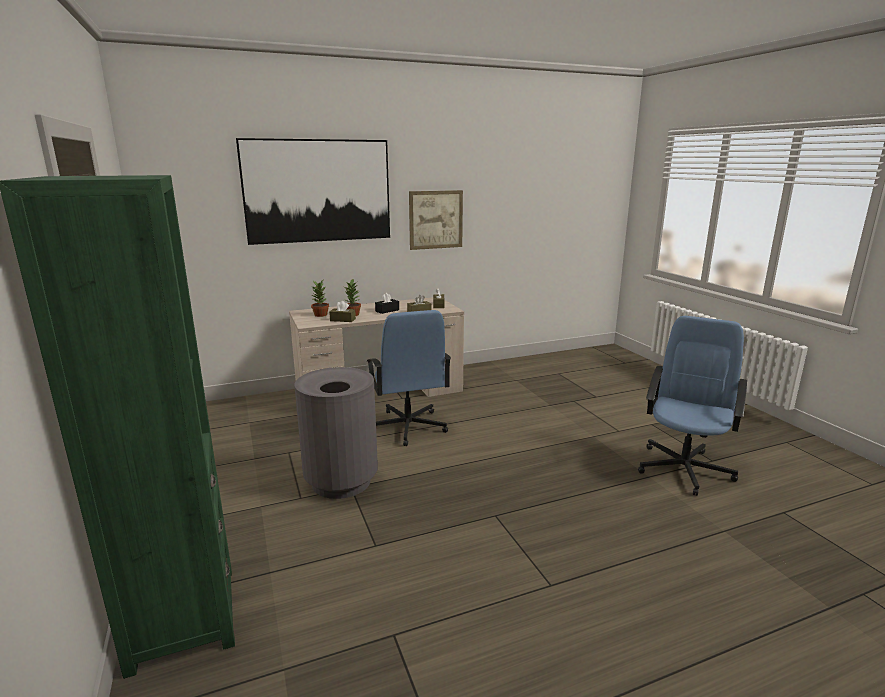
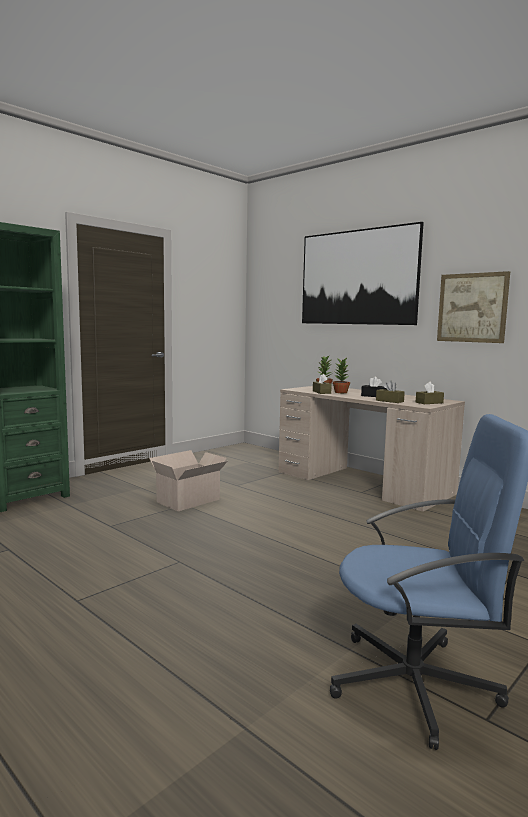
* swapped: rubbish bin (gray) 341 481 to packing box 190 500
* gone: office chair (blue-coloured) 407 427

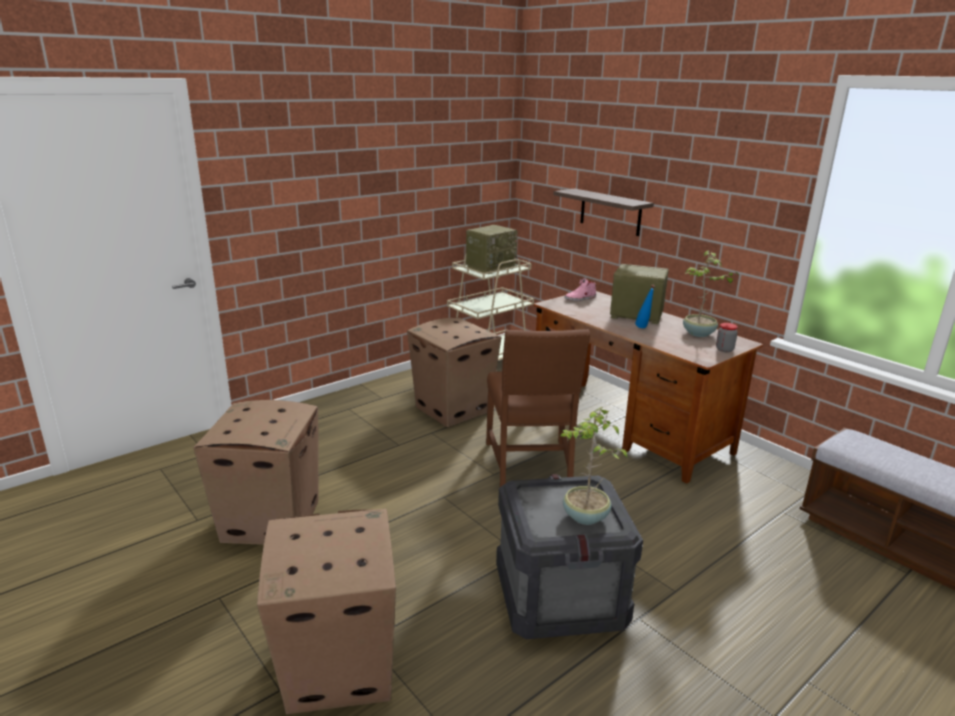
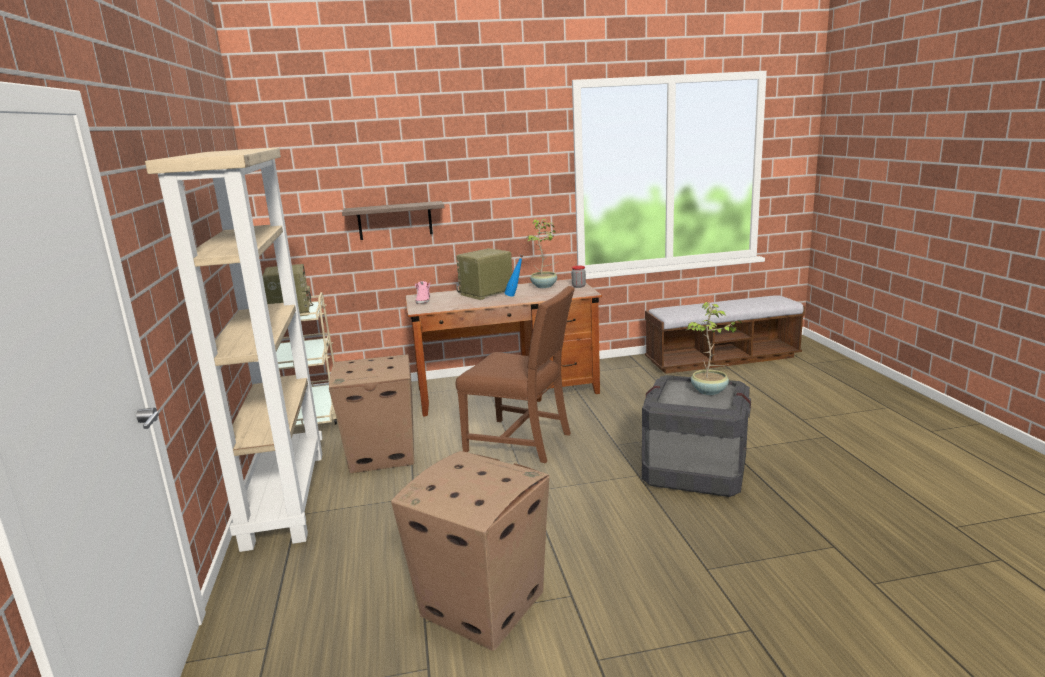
* new: bookcase (beige-coloured) 284 496
* gone: packing box 336 666

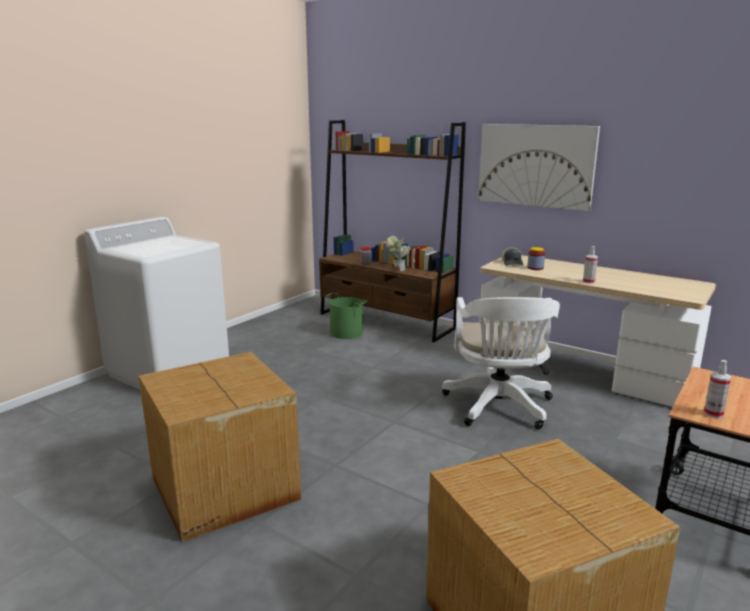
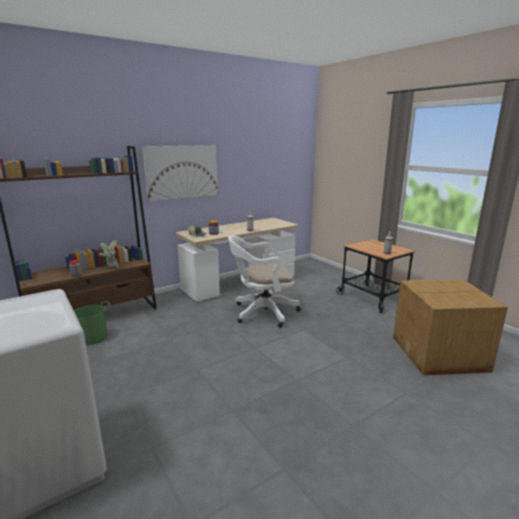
* rotated: office chair (white-coloured) 499 408 = 262 312 150 degrees clockwise
* gone: packing box 223 489

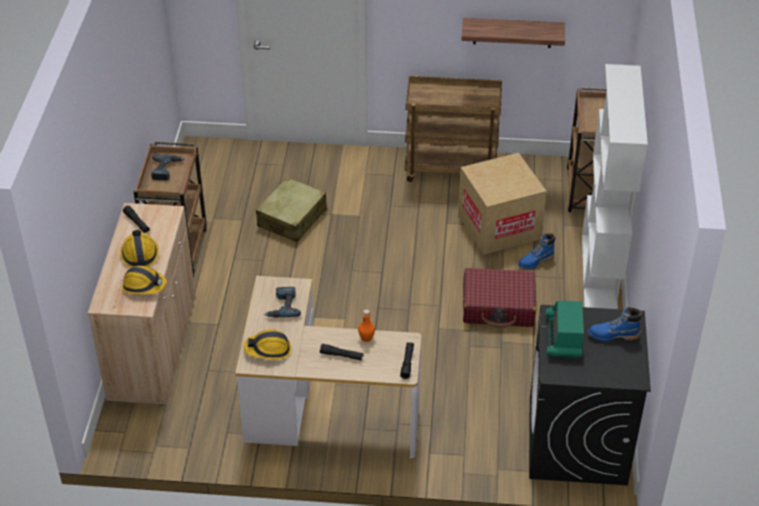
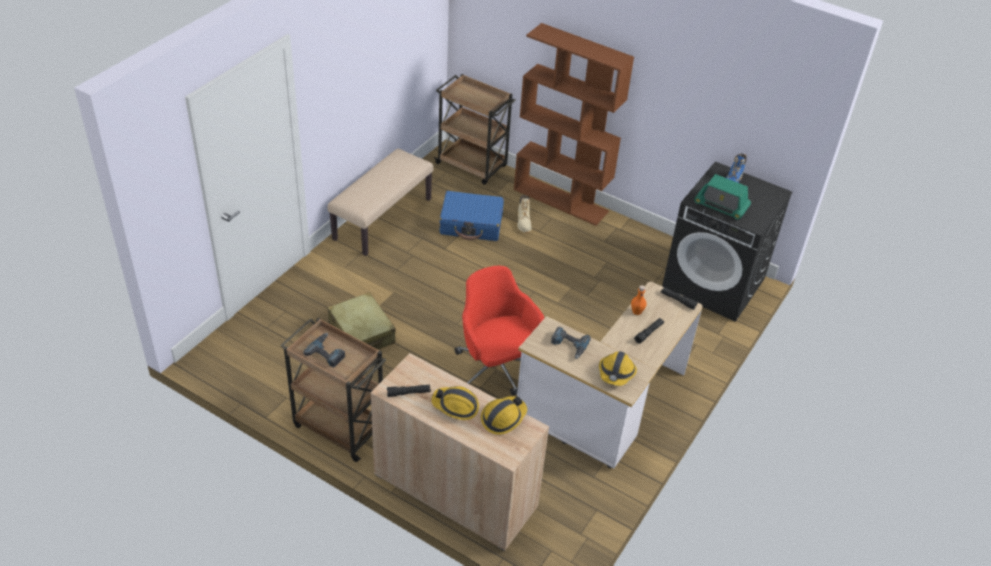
* swapped: trolley (brownish) 451 168 to indoor bench (beige-coloured) 382 218
* swapped: packing box 499 226 to suitcase (blue-coloured) 471 224
* new: office chair (reddish) 496 369
* repainted: bookcase (white-coloured) 600 275 to bookcase (brownish) 561 200
* repainted: tall boot (blue-coloured) 535 261 to tall boot (beige-coloured) 524 223
* gone: wall shelf 512 32
* gone: suitcase (reddish) 498 306

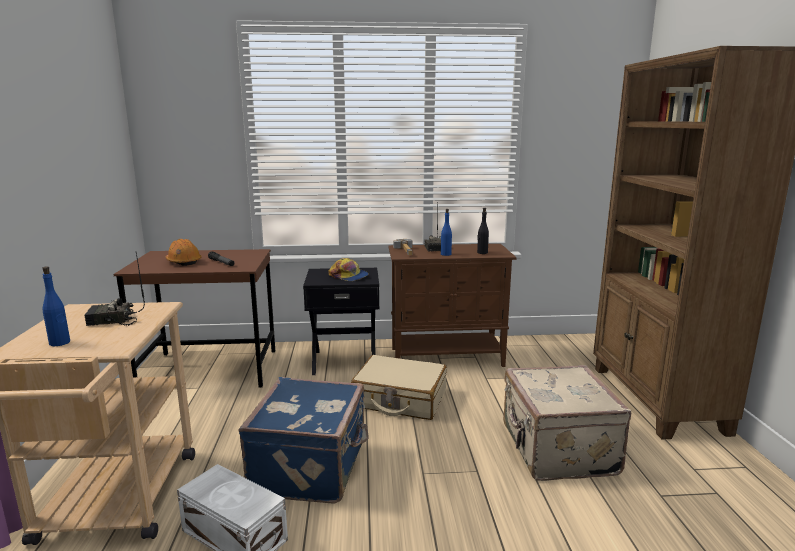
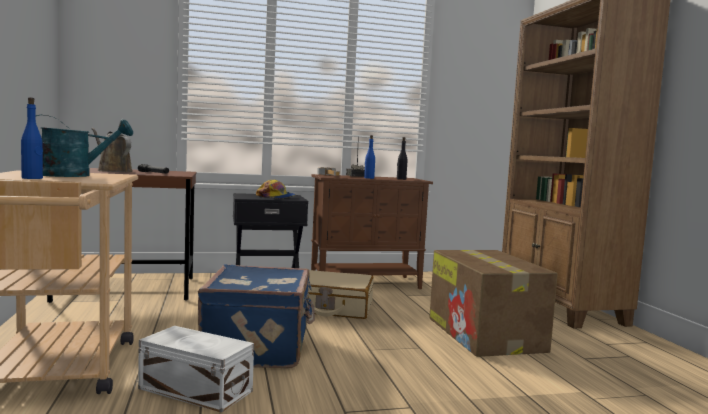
* swapped: radio set 112 321 to sprinkling can (turquoise) 75 175
* swapped: safety helmet (orange-coloured) 183 262 to sprinkling can (brownish) 113 171
* swapped: suitcase (beige-coloured) 556 450 to packing box 486 335

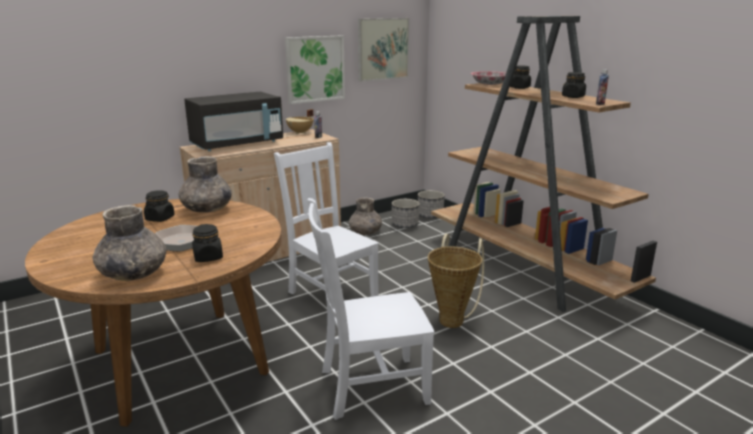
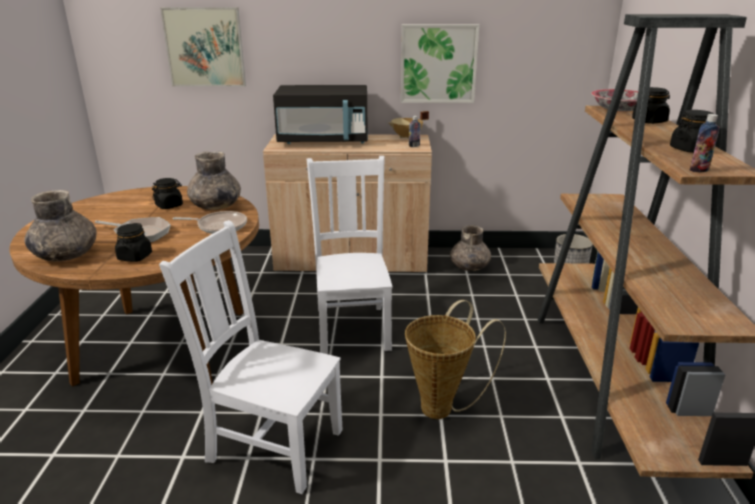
* shifted: wall picture 383 49 to 204 47
* new: pan 219 226
* gone: planter 405 225

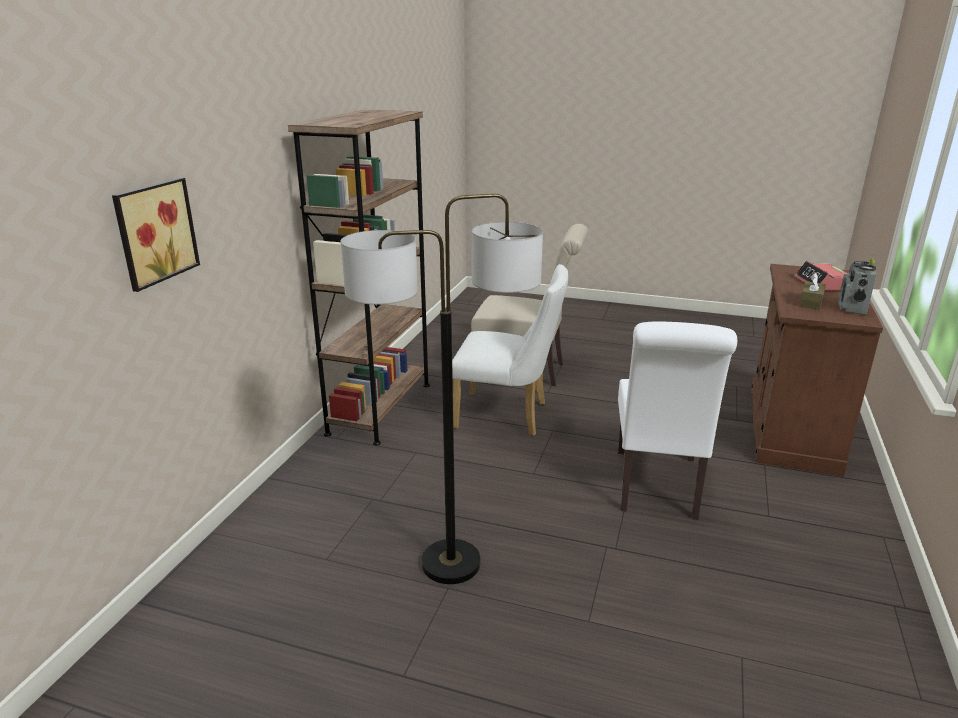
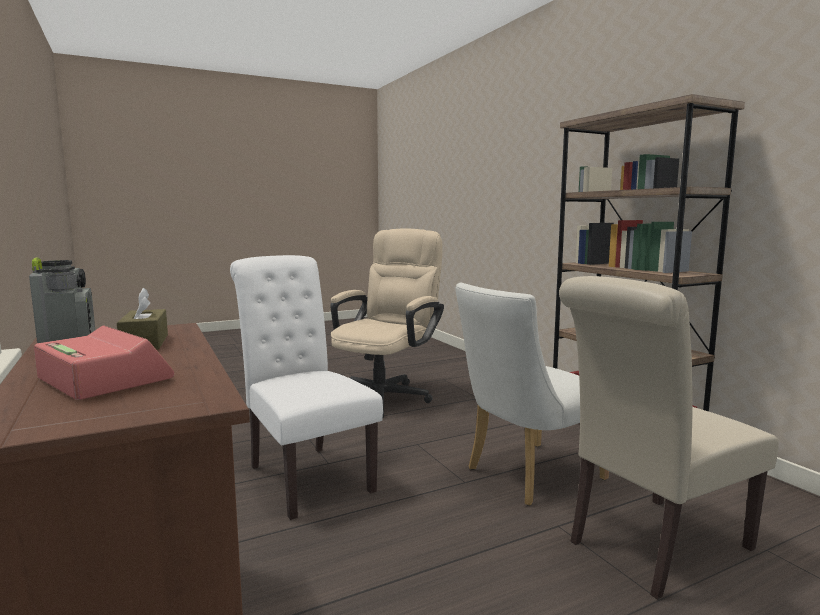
* swapped: standing lamp 450 563 to office chair (beige-coloured) 386 395
* gone: wall picture 153 232

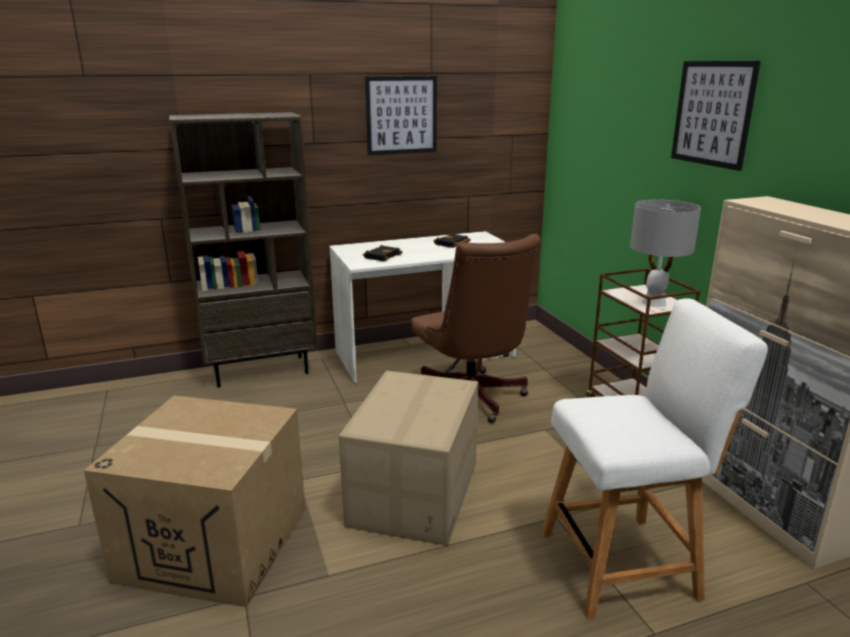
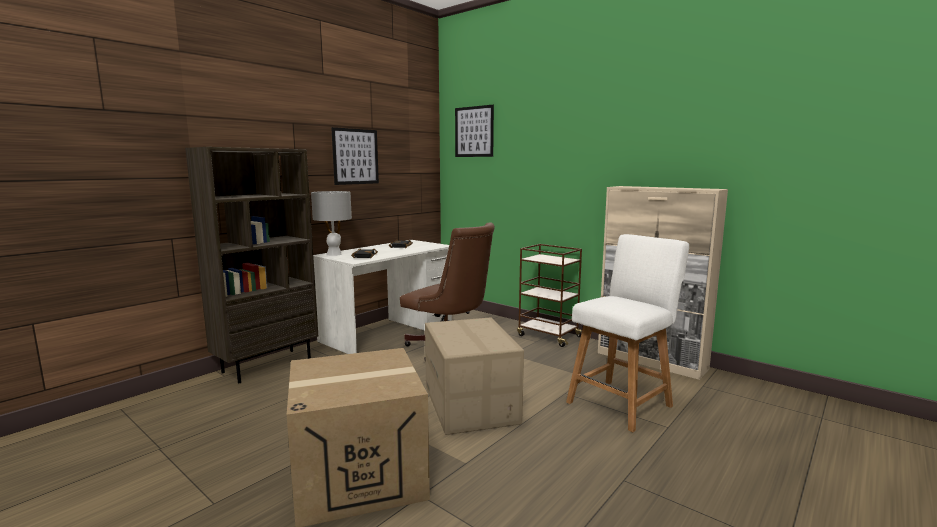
* shifted: tabletop lamp (gray) 654 302 to 334 254
* shifted: wall picture 712 113 to 474 131

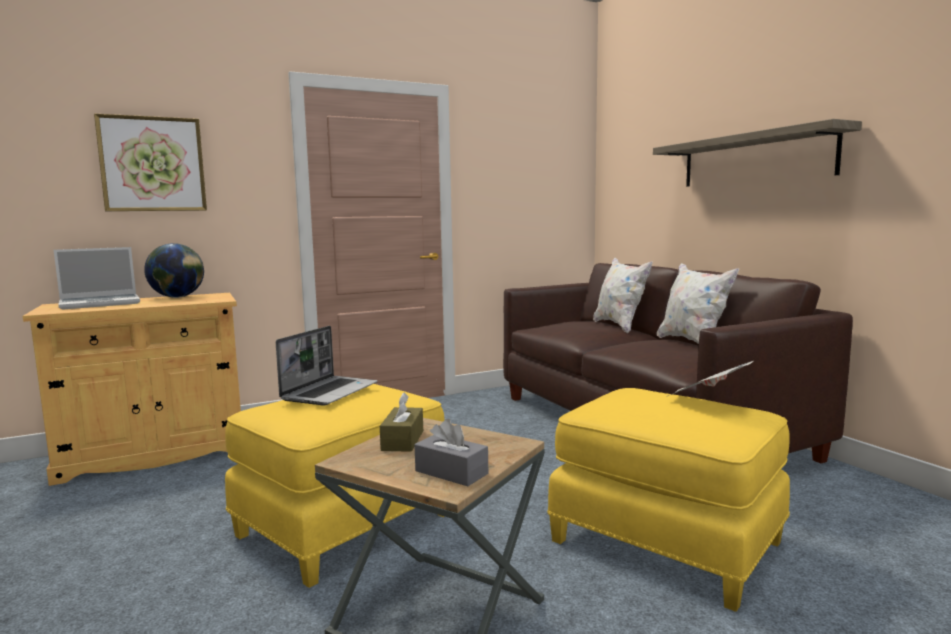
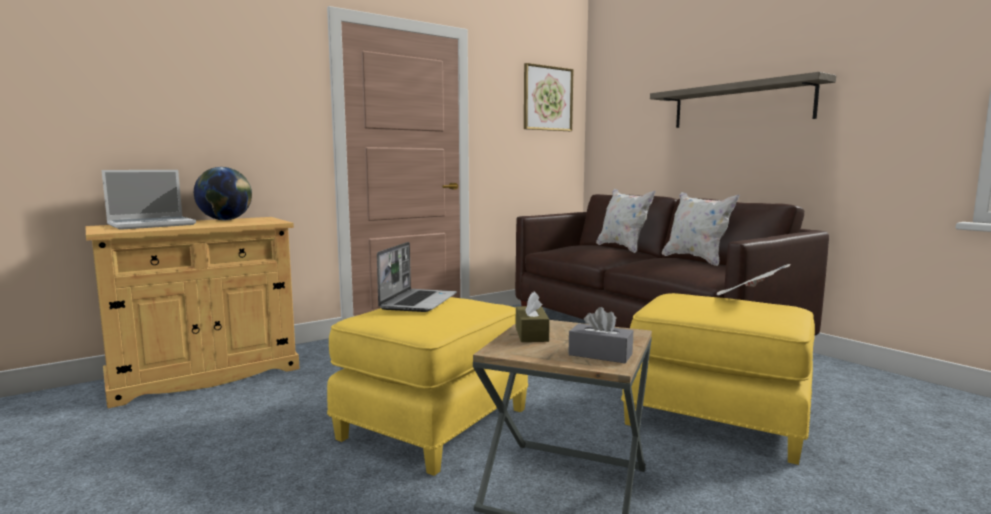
* shifted: wall picture 153 164 to 547 98

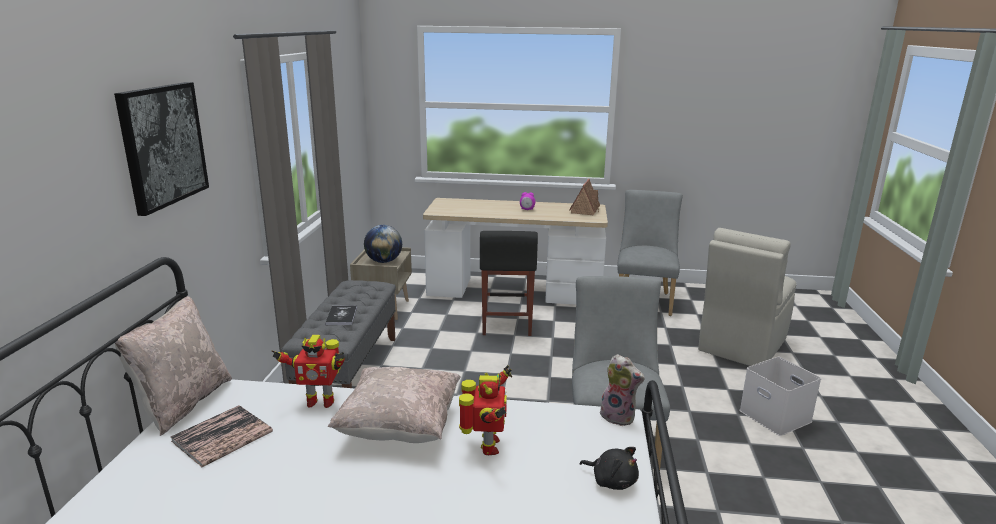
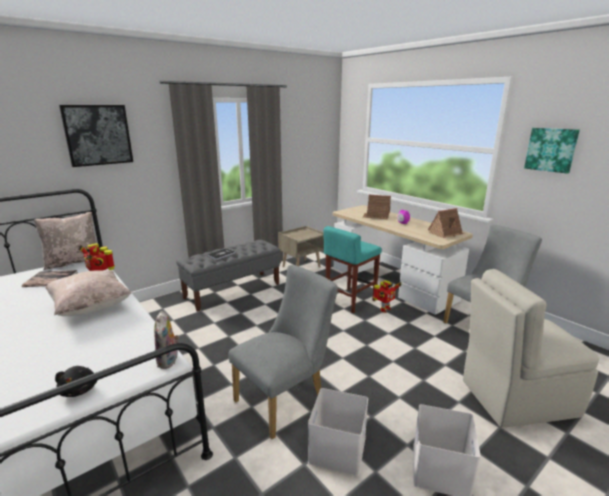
* new: storage container (white-coloured) 338 450
* repainted: stool seat (black-coloured) 506 324 to stool seat (turquoise) 350 300
* new: toy house 376 216
* shifted: model robot 487 446 to 384 309
* new: wall picture 551 149
* gone: desk globe 384 261

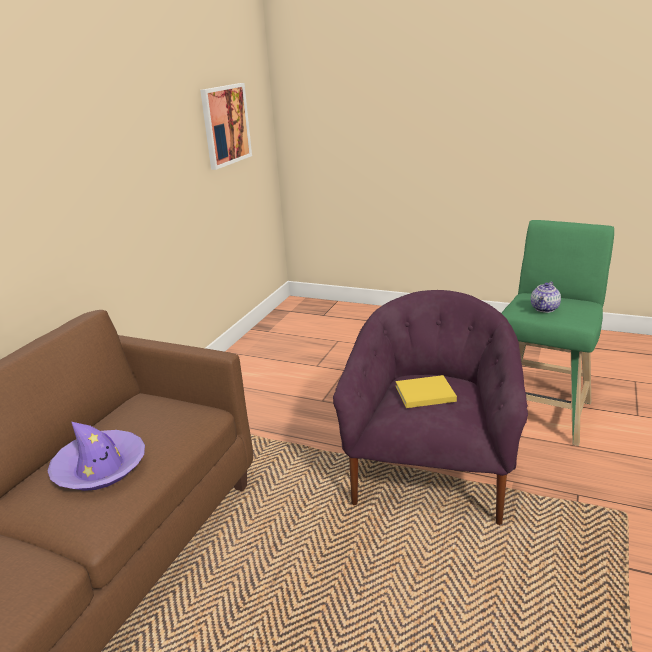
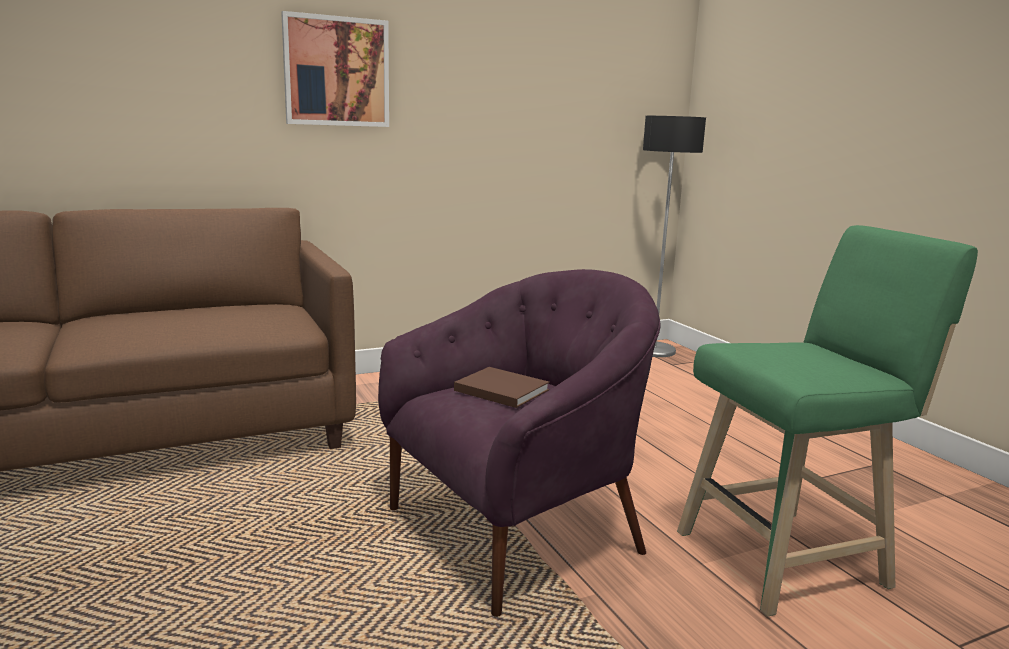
* shifted: wall picture 225 125 to 336 72
* repainted: volume (yellow-coloured) 423 394 to volume (brownish) 499 389
* new: standing lamp 654 350
* gone: clothing hat (purplish) 100 468
* gone: teapot 545 309

